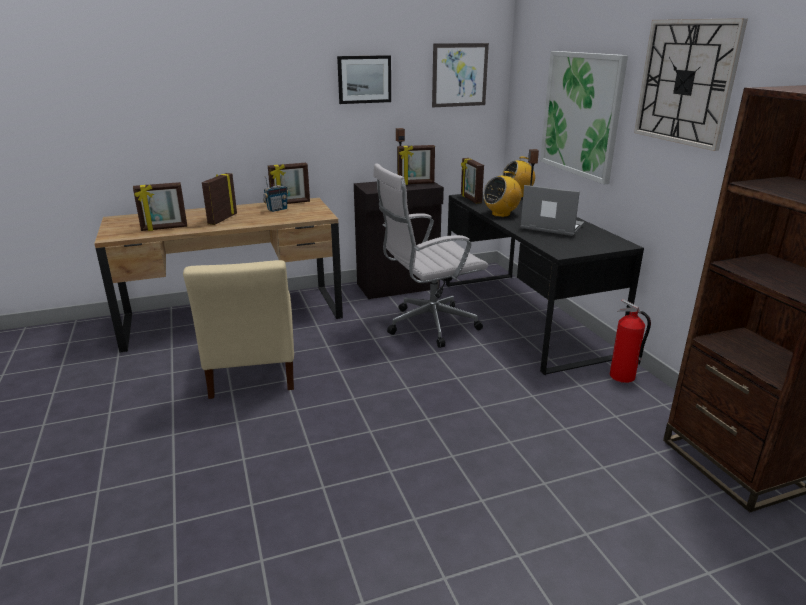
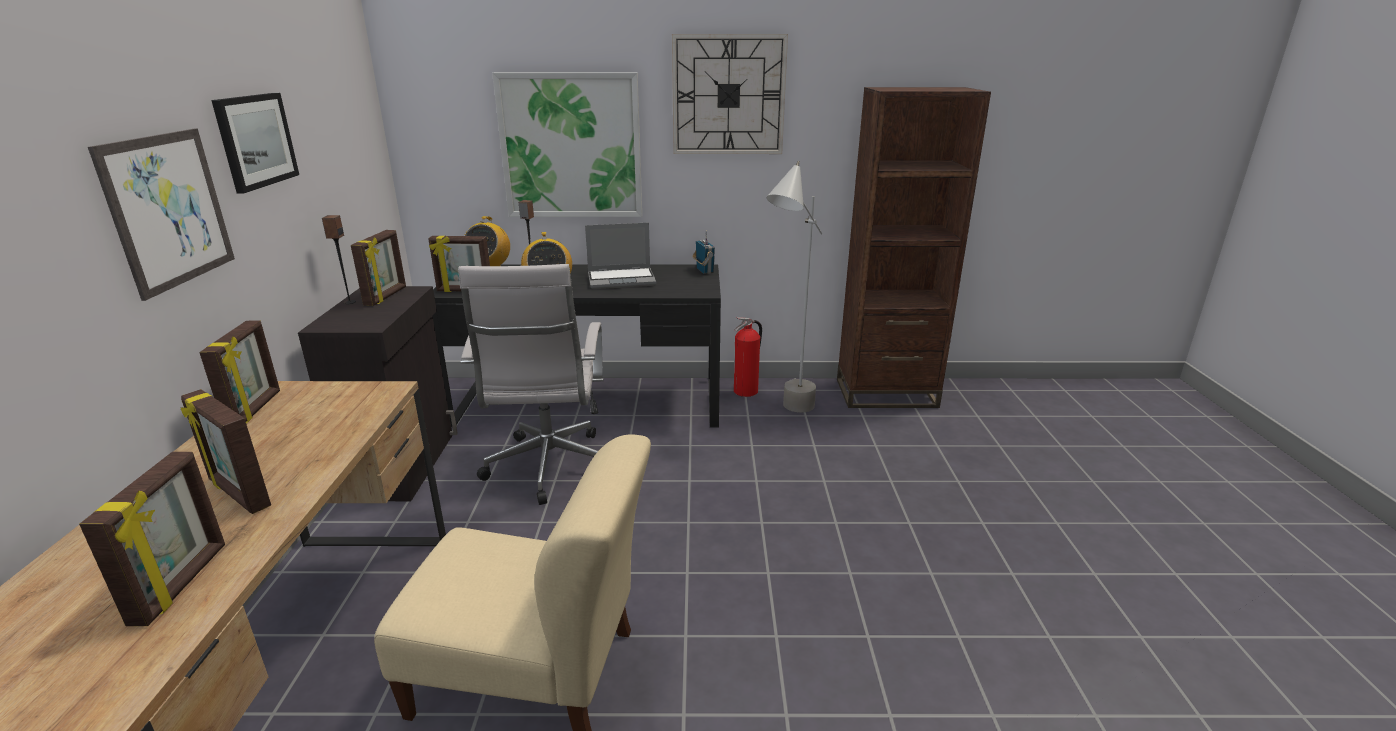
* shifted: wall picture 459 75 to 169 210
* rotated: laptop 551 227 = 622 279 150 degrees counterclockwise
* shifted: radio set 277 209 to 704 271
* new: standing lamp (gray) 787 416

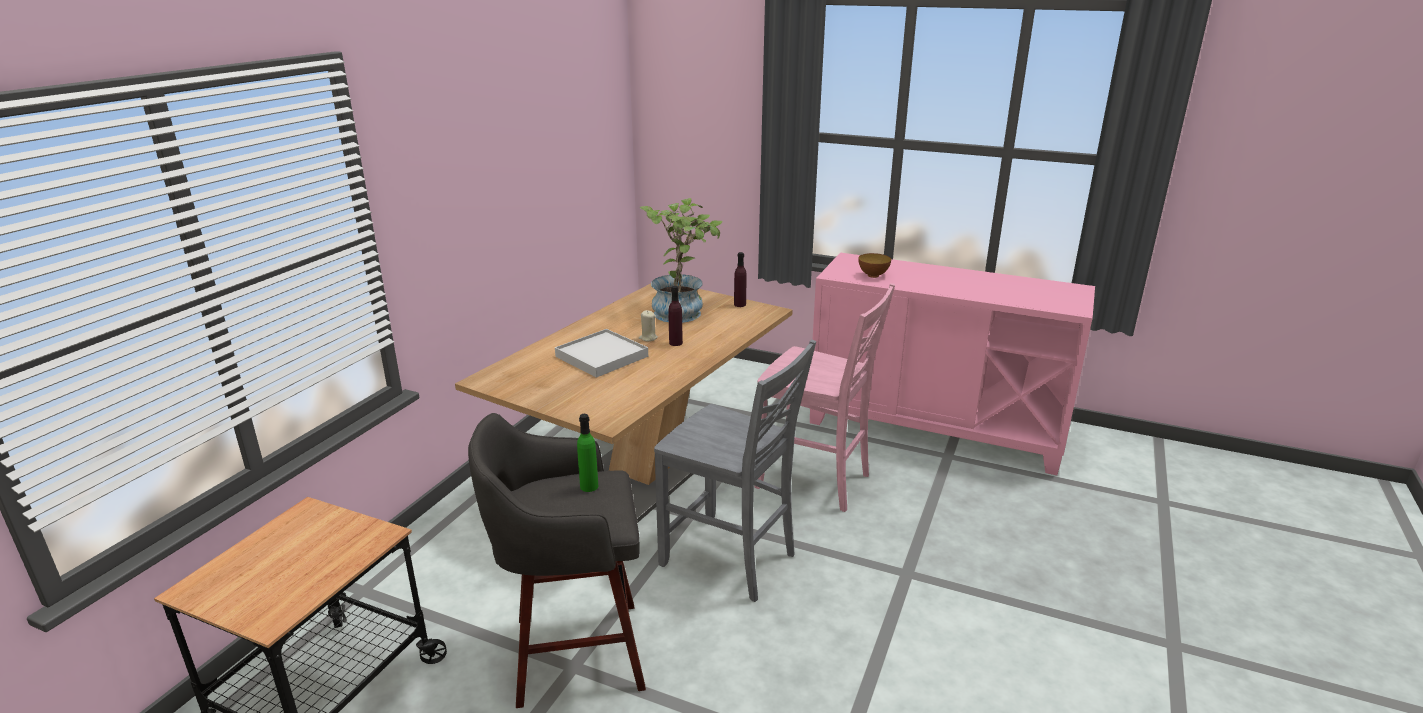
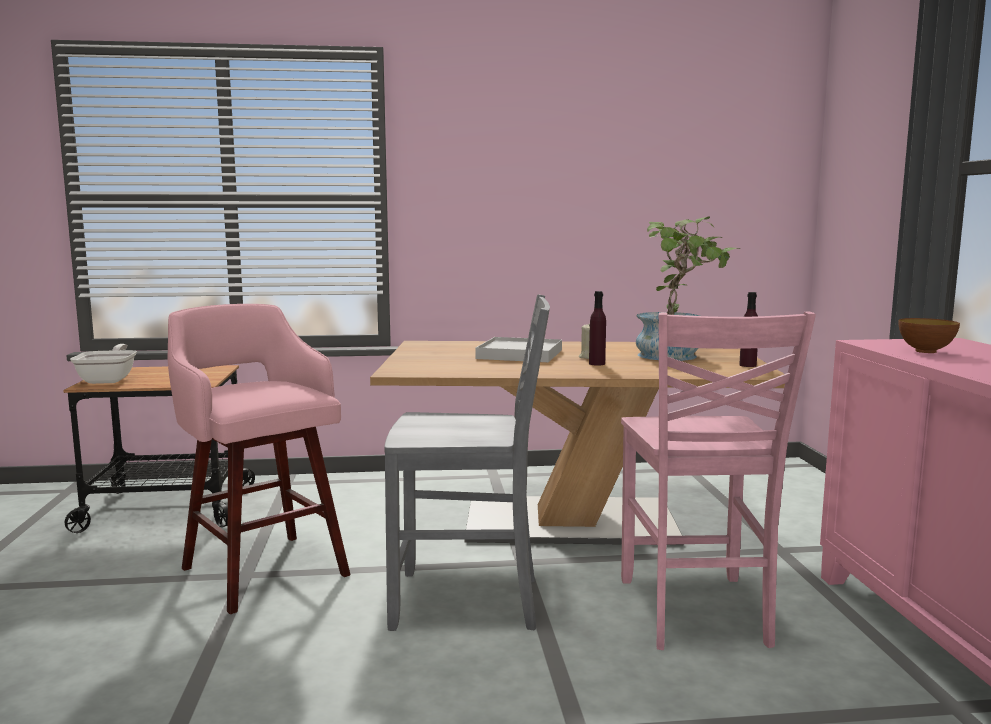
* new: pan 109 379
* repainted: stool seat (gray) 572 653 to stool seat (pinkish) 263 569
* rotated: plain chair (gray) 730 560 = 469 602 90 degrees counterclockwise
* gone: beverage bottle (green) 589 486

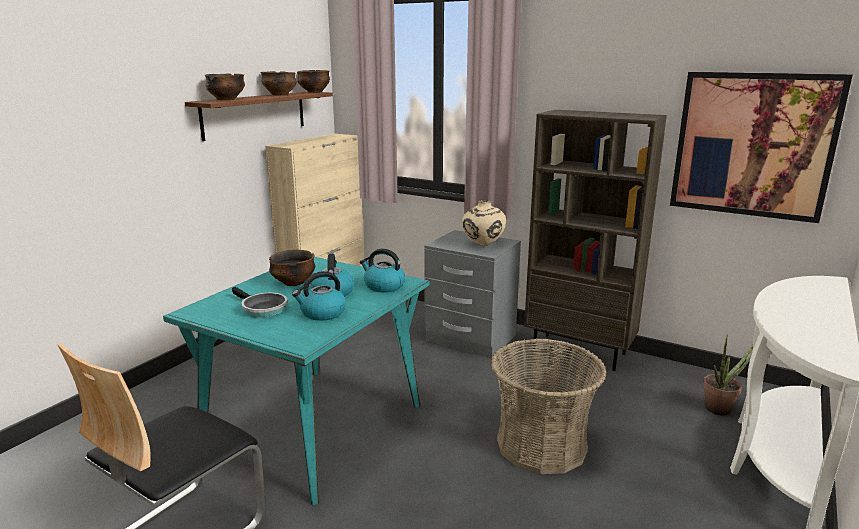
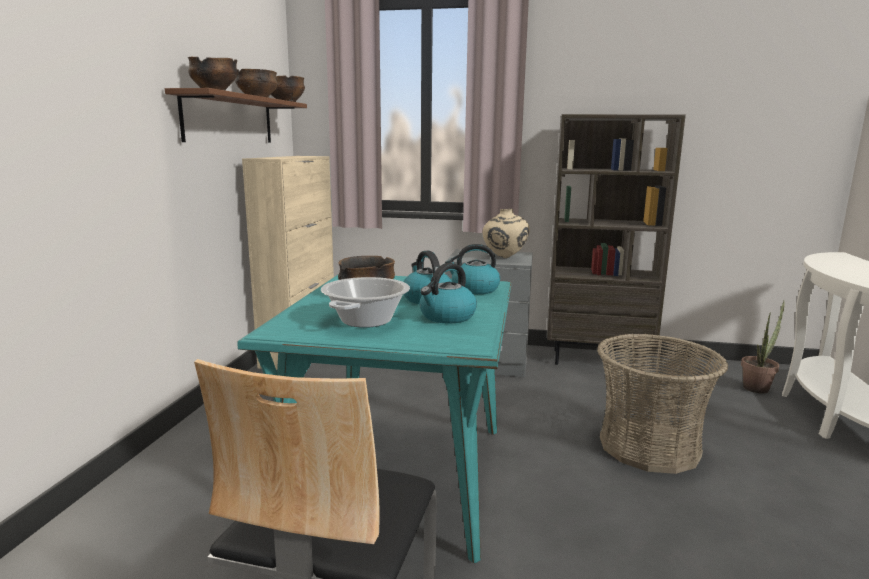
* swapped: pan 262 309 to saucepot 366 320
* gone: wall picture 753 145

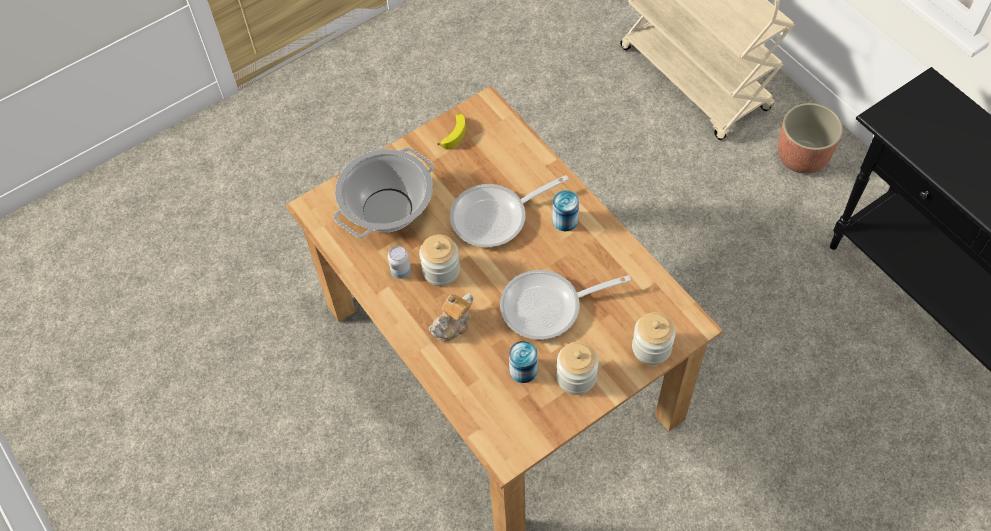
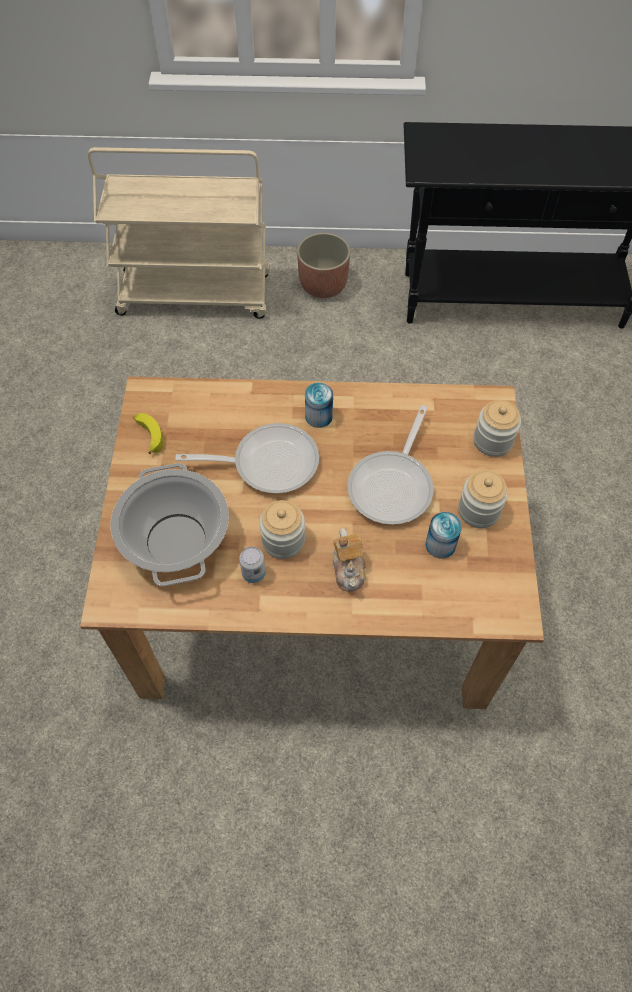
* rotated: pan 496 217 = 268 462 105 degrees counterclockwise

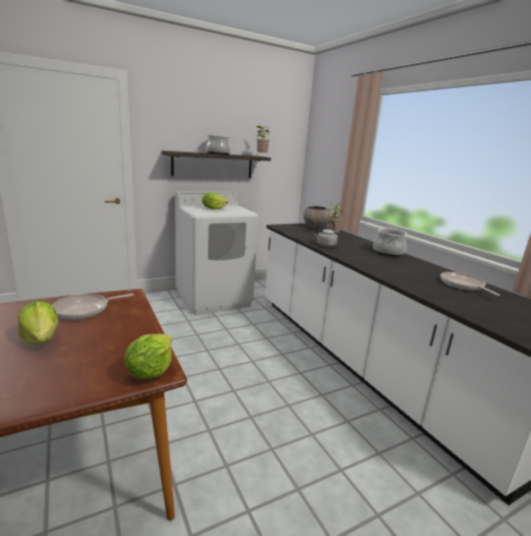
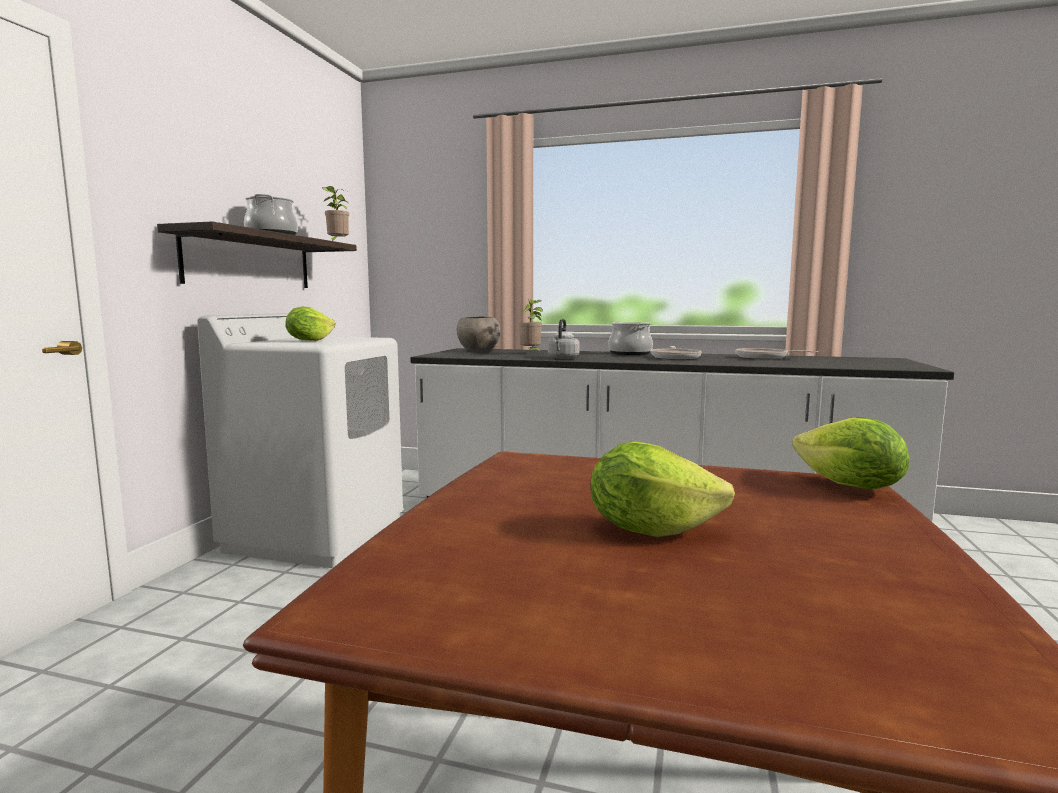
* shifted: pan 84 310 to 675 357

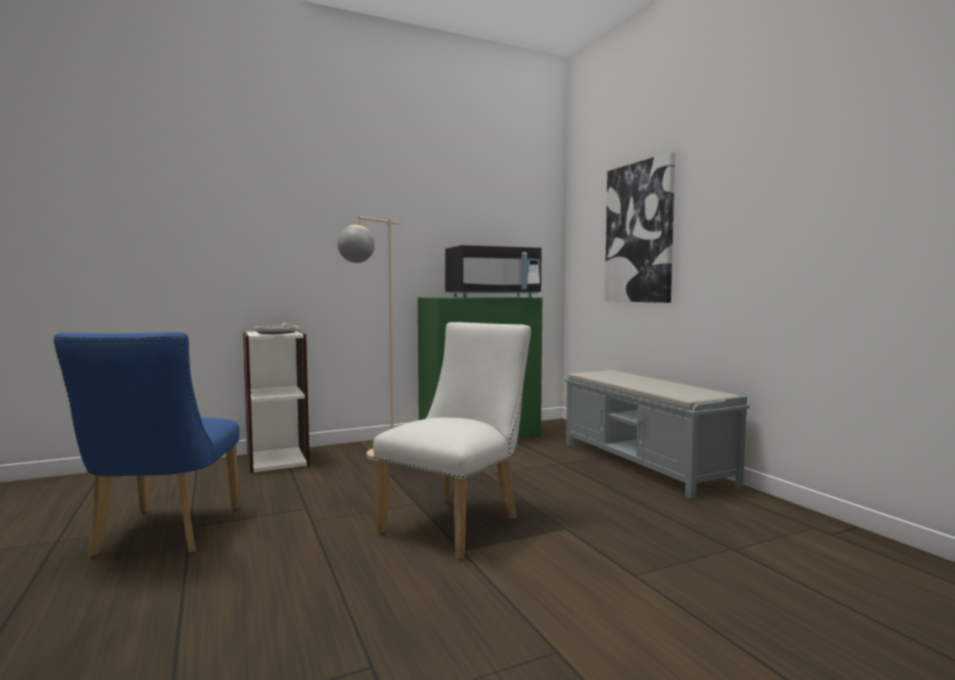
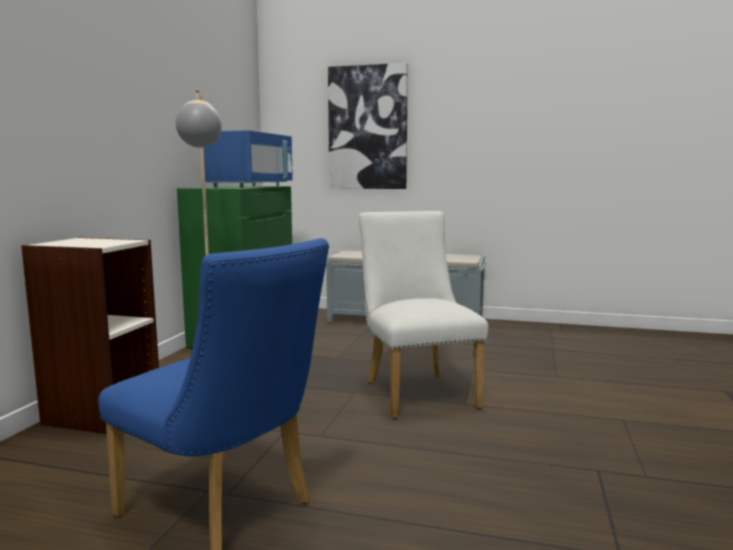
* repainted: microwave (black-coloured) 493 297 to microwave (blue-coloured) 251 186
* gone: pan 277 332

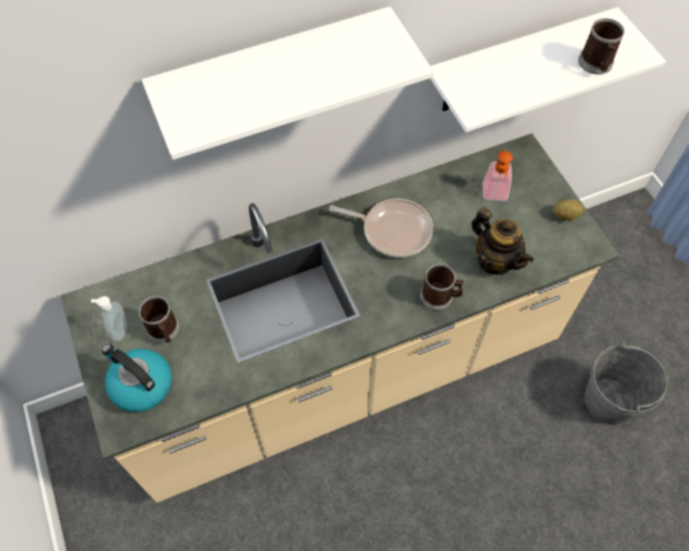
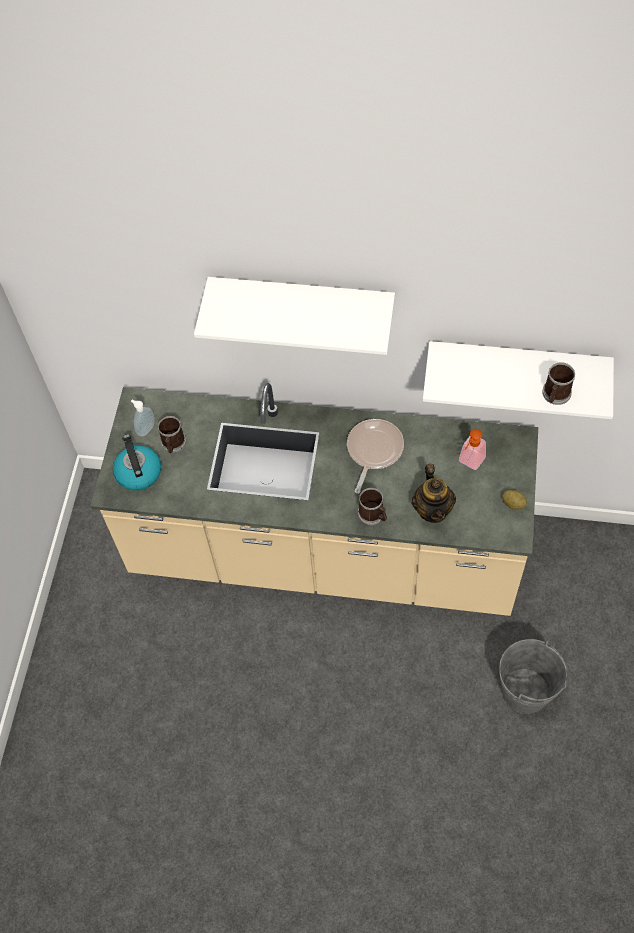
* rotated: pan 392 230 = 373 451 120 degrees counterclockwise

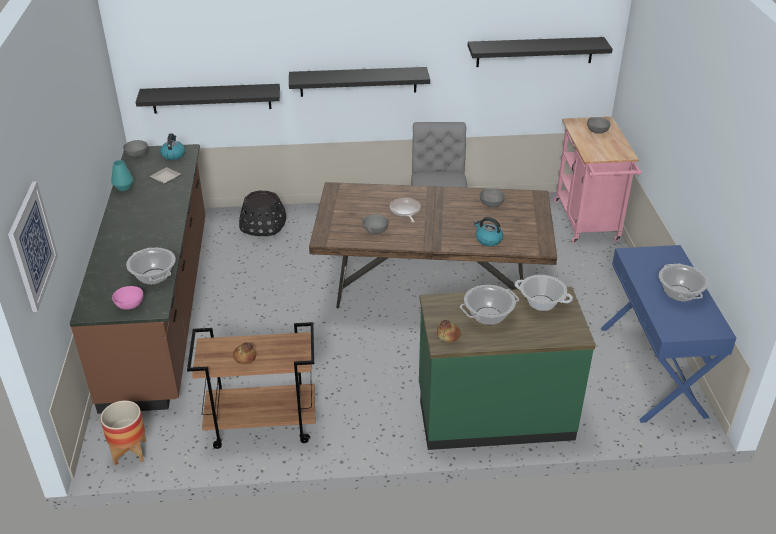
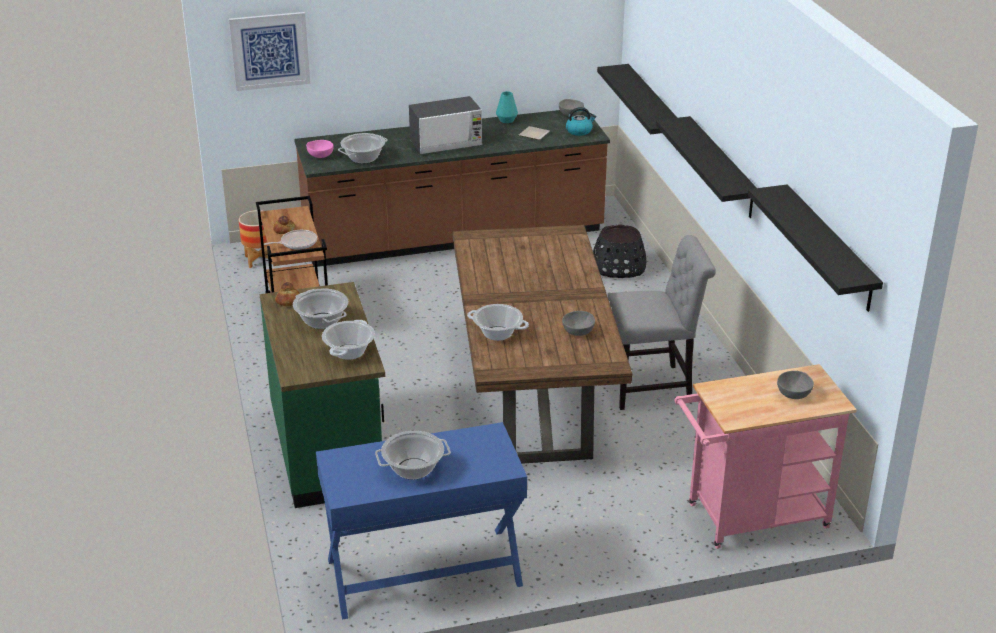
* shifted: pan 405 211 to 297 243
* new: microwave 446 143
* swapped: tea kettle 488 240 to saucepot 497 333
* gone: bowl (gray) 374 231

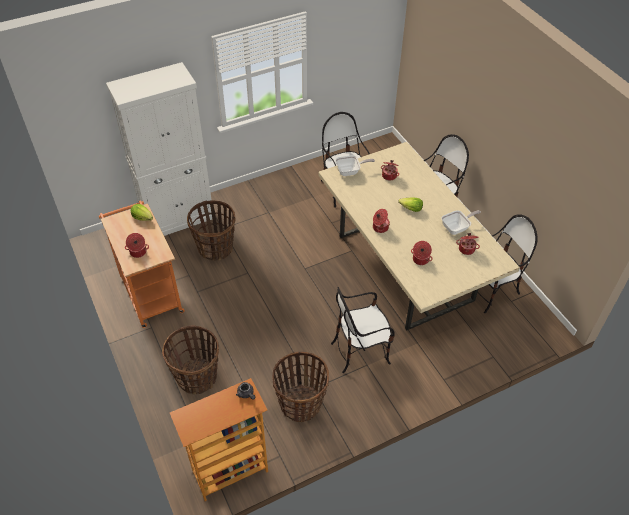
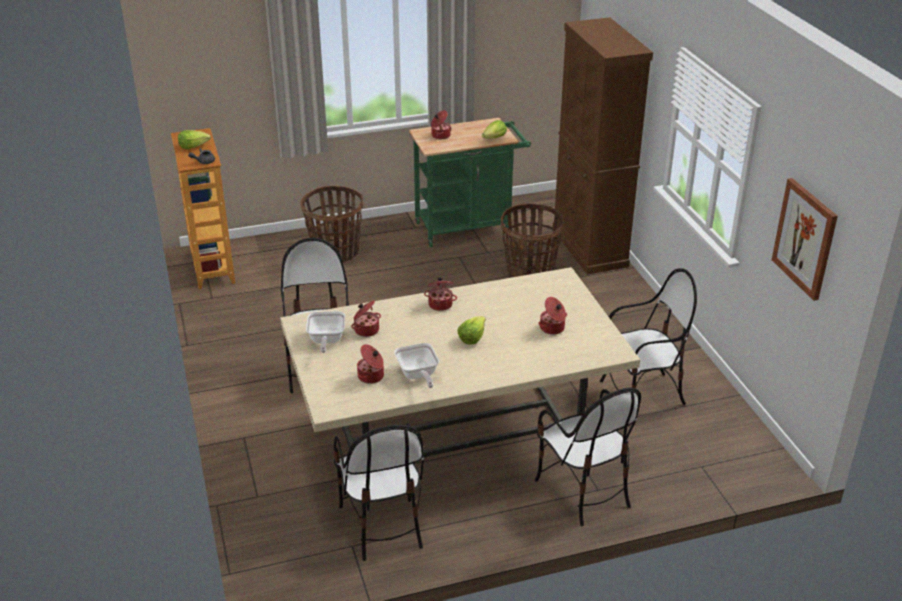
* new: lettuce head 193 146
* shifted: pan 350 171 to 326 341
* repainted: trolley (orange-coloured) 150 291 to trolley (green) 468 227
* repainted: cupboard (white-coloured) 178 218 to cupboard (brownish) 589 247
* new: wall picture 805 238
* gone: storage basket 300 403

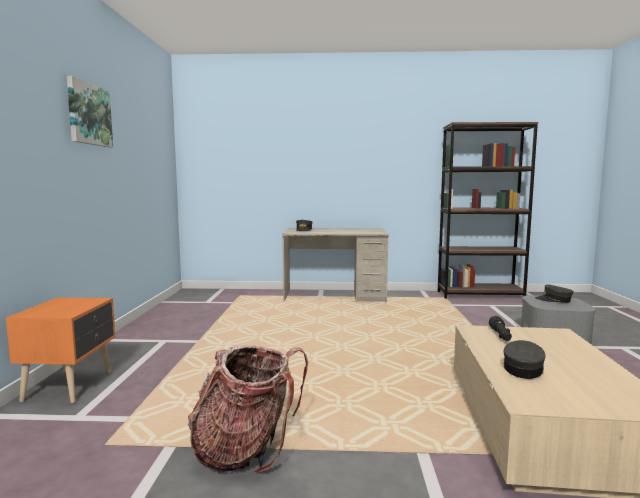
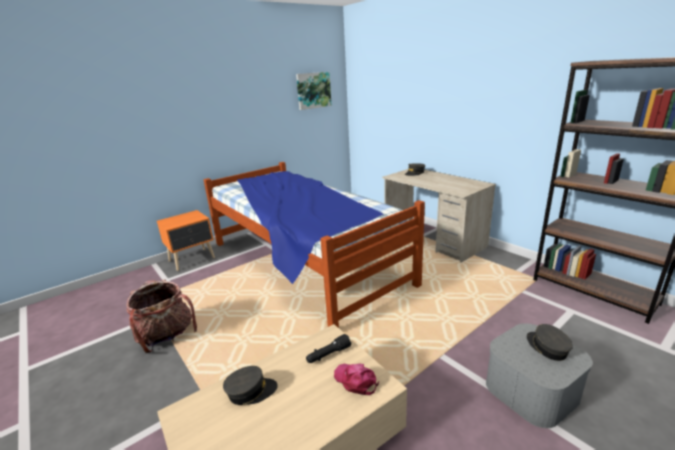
* new: sleeping bed 304 262
* shifted: wall picture 88 114 to 313 90
* new: baseball cap (pinkish) 356 380

